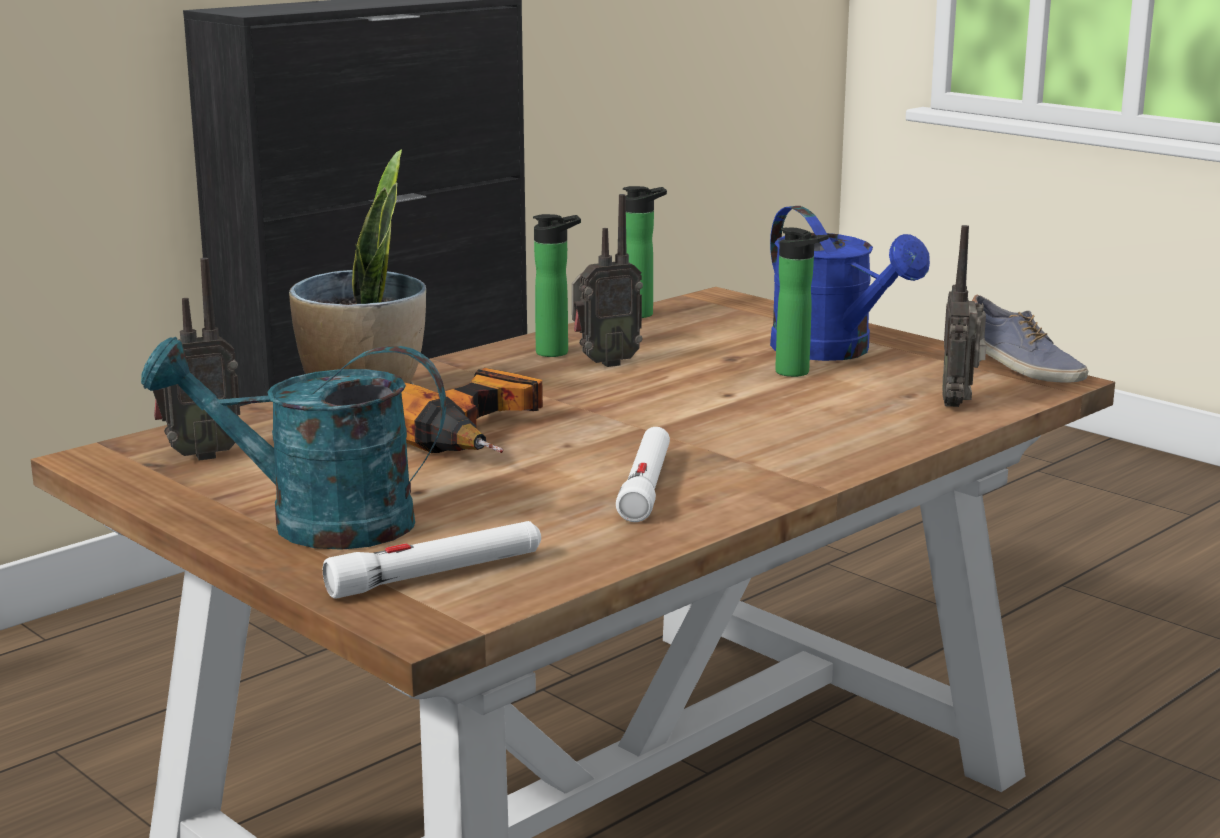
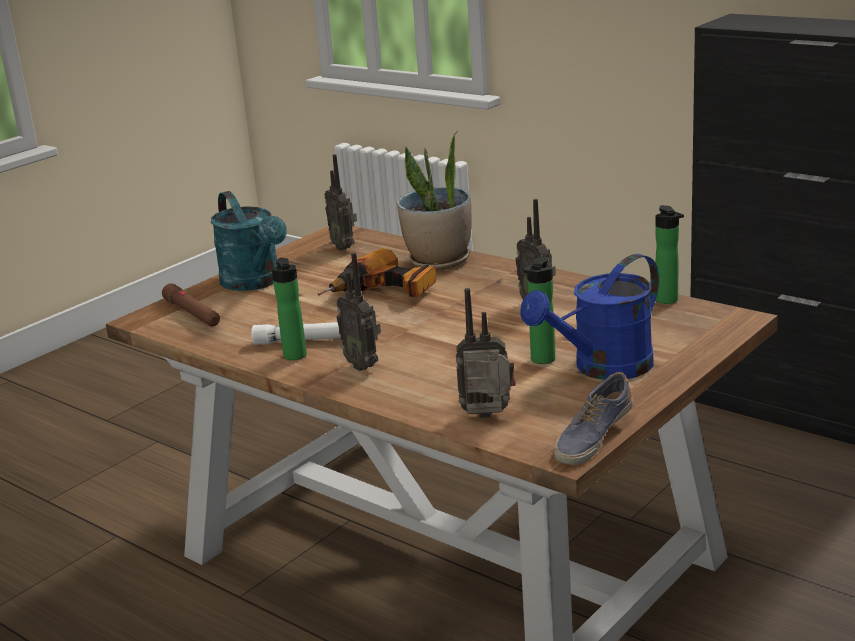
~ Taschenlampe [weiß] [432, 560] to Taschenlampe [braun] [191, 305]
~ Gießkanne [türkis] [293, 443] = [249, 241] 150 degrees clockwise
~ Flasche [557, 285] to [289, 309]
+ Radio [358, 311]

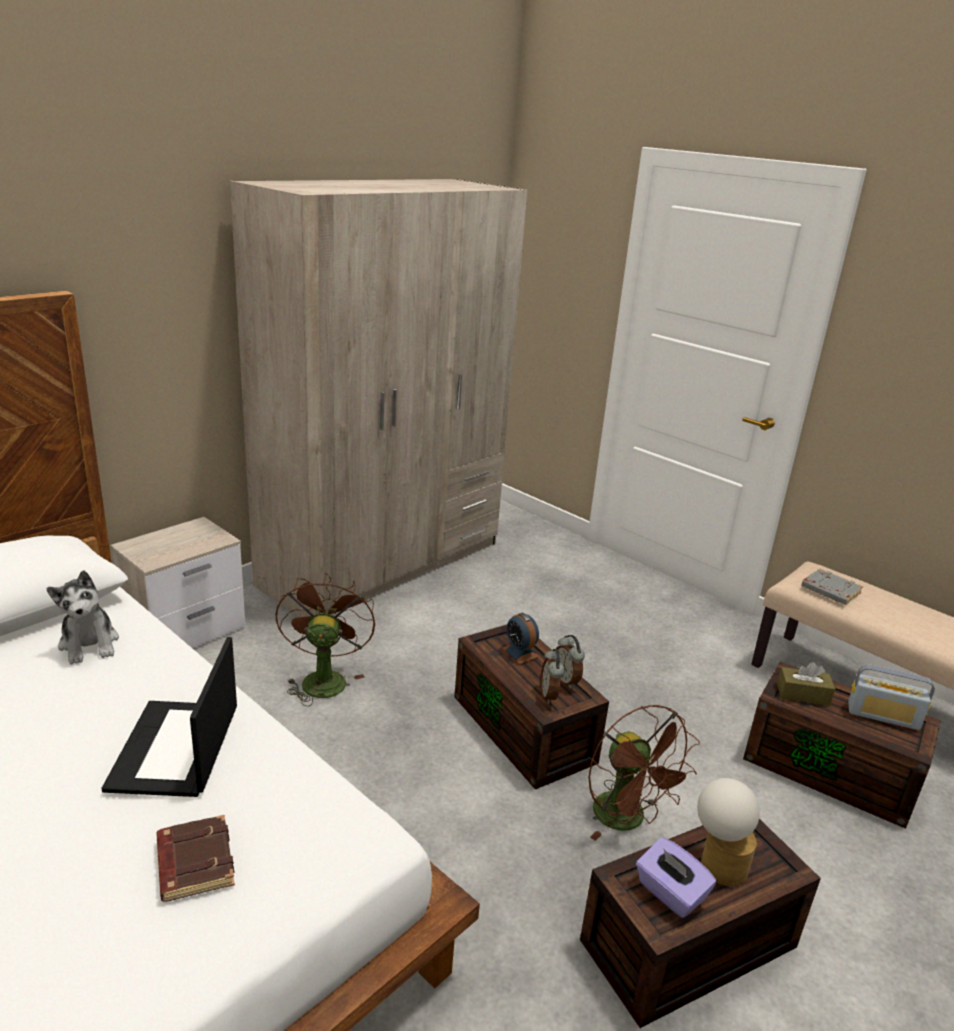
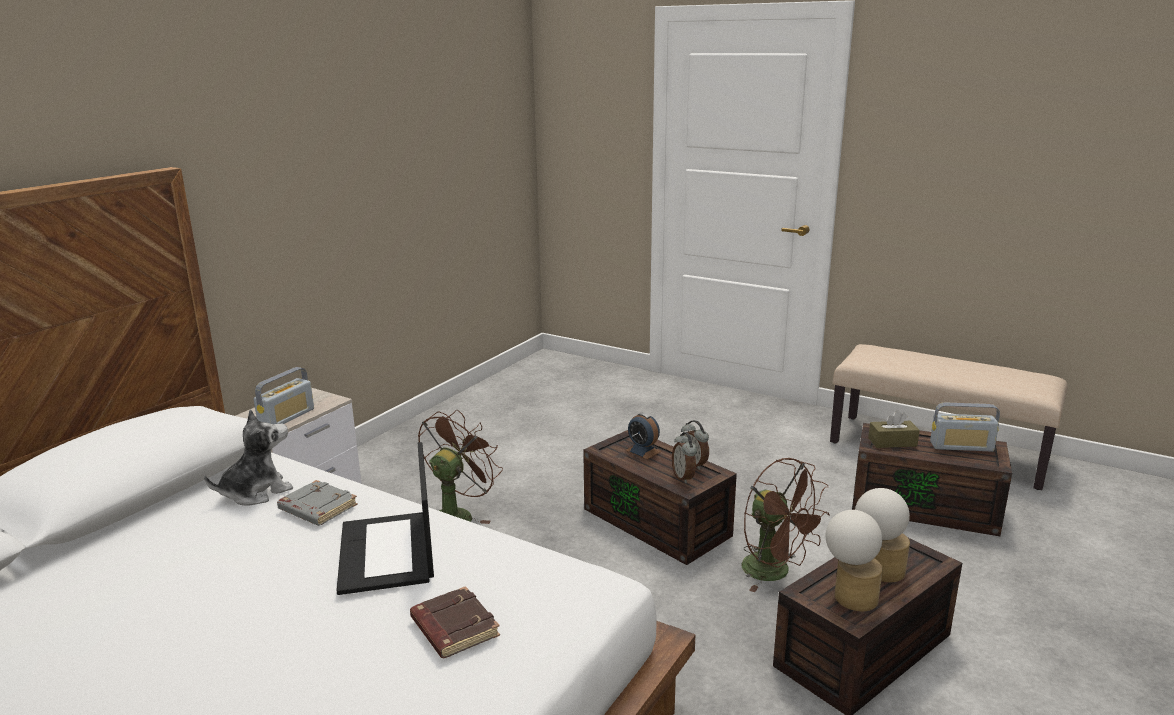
~ Plüschtier [83, 617] = [248, 457] 90 degrees counterclockwise
+ Radio [284, 395]
~ Buch [grau] [832, 586] to [317, 503]
~ Ventilator [braun] [325, 639] = [460, 467] 45 degrees clockwise
~ Taschentuchbox [lila] [676, 877] to Tischlampe [854, 560]
- Kleiderschrank [beige] [378, 398]

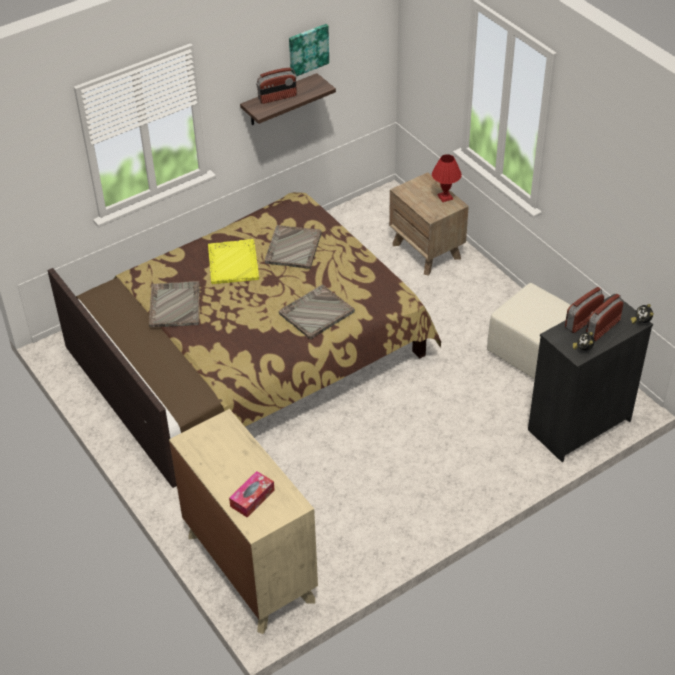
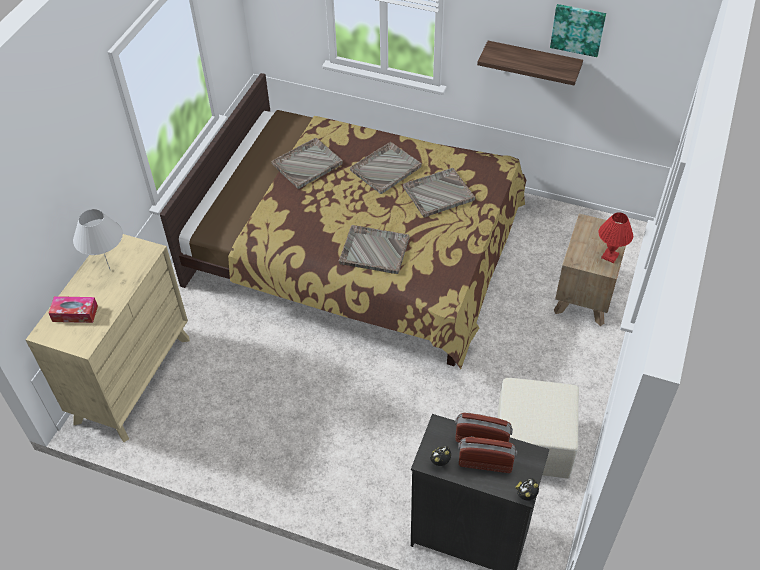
+ Tischlampe [weiß] [98, 239]
~ Tablett [gelb] [233, 261] to Tablett [grau] [386, 168]
- Radio [276, 85]

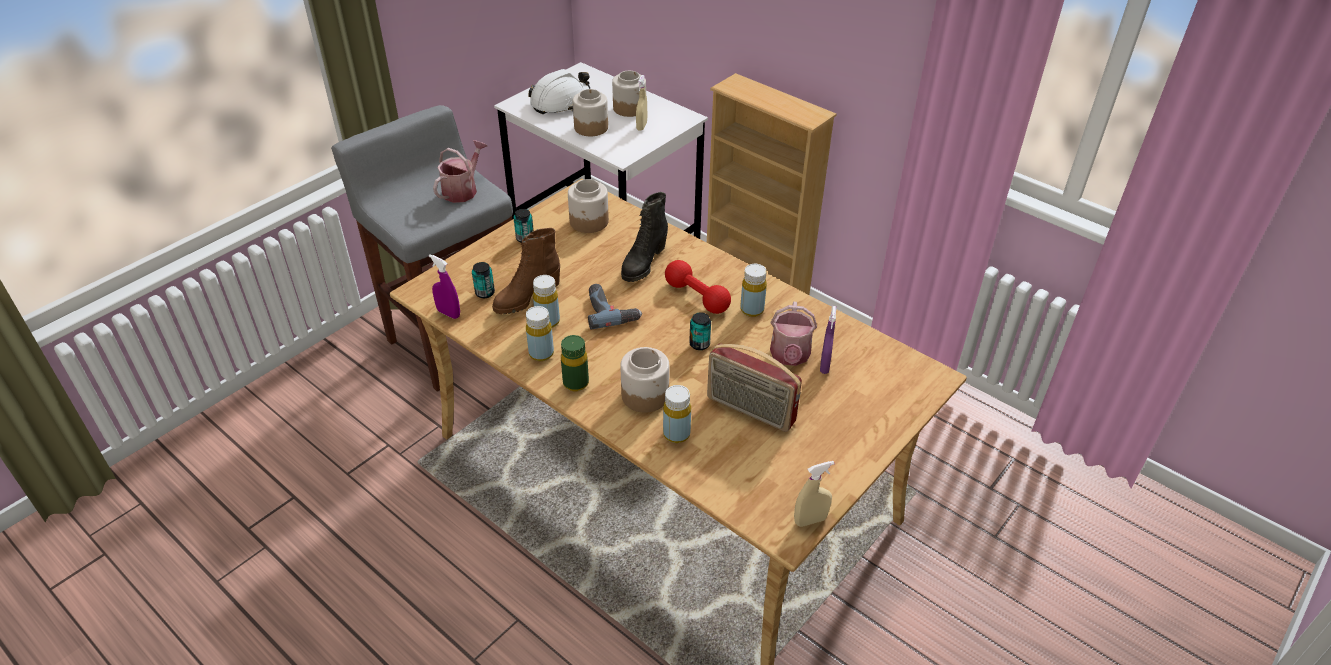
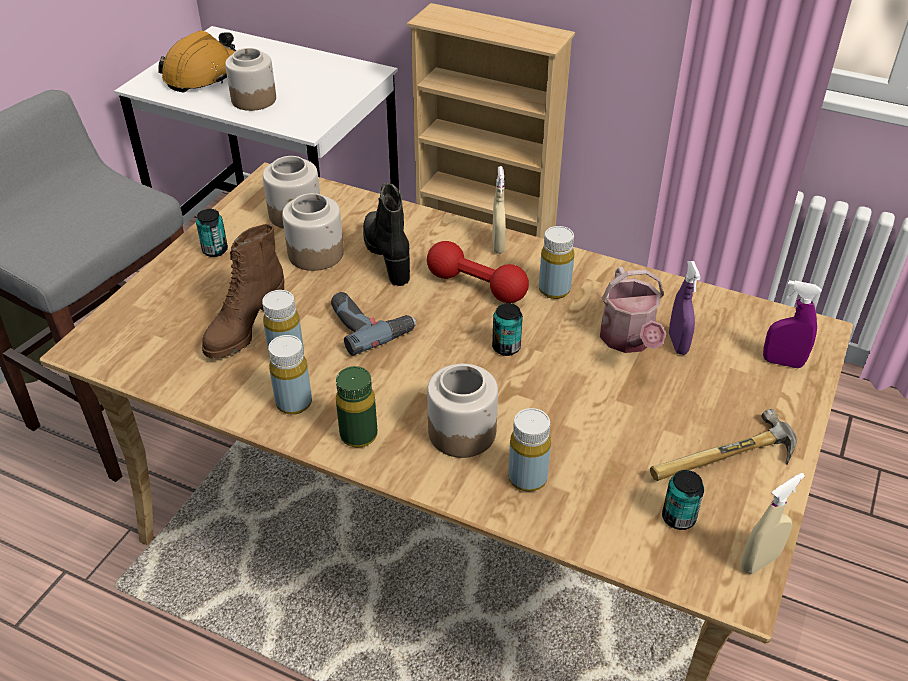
~ Schutzhelm [weiß] [559, 91] to Schutzhelm [orange] [197, 61]
~ Vorratsglas [629, 94] to [313, 232]
~ Stiefel [schwarz] [644, 237] = [386, 234] 150 degrees clockwise
~ Sprühflasche [beige] [641, 103] to [498, 210]
+ Hammer [723, 445]
~ Dose [483, 280] to [683, 500]
~ Sprühflasche [lila] [444, 286] to [792, 324]
- Gießkanne [460, 171]
- Radio [754, 387]

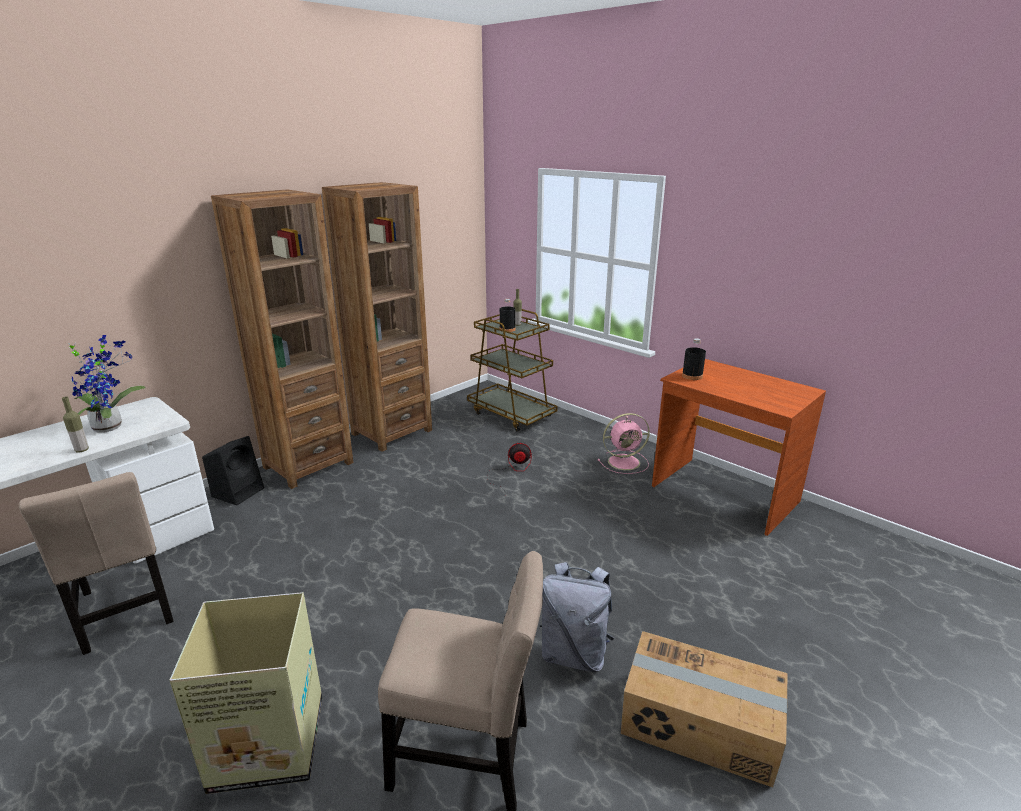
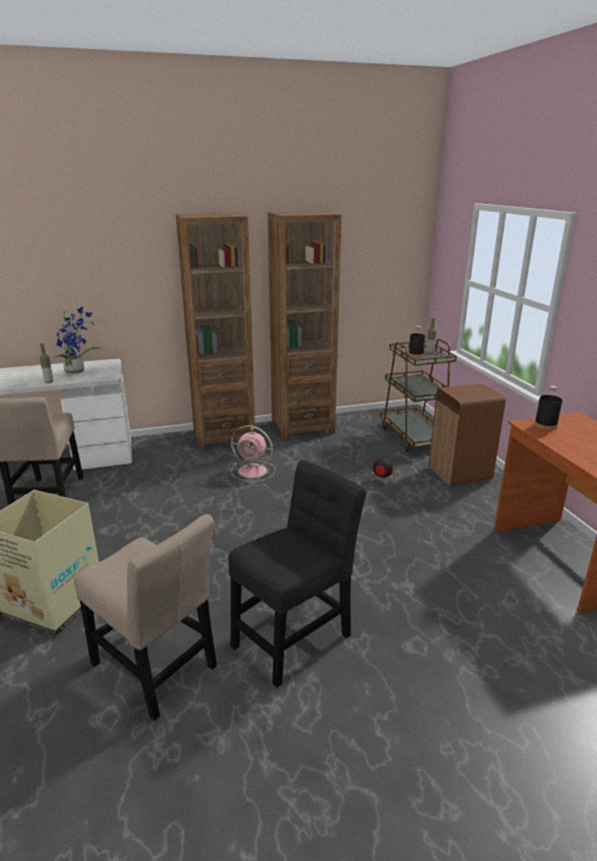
~ Rucksack [grau] [576, 617] to Stuhl [schwarz] [297, 573]
~ Ventilator [rosa] [624, 443] to [253, 453]
+ Mülleimer [braun] [467, 435]
- Lautsprecher [schwarz] [233, 470]
- Karton [704, 709]

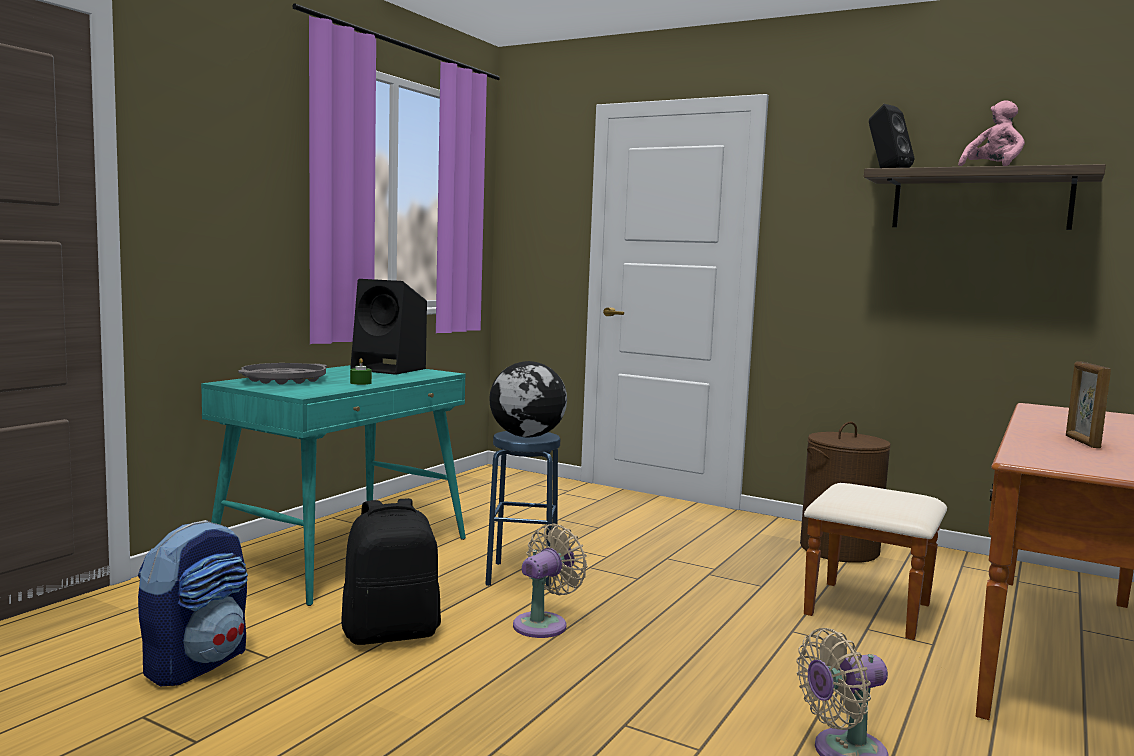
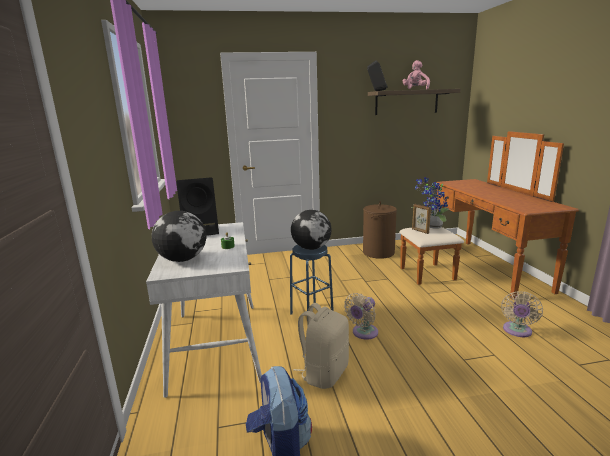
~ Schreibtisch [türkis] [333, 485] to Schreibtisch [weiß] [204, 310]
~ Tablett [grau] [282, 374] to Globus [179, 236]
~ Rucksack [schwarz] [391, 571] to Rucksack [beige] [321, 346]
~ Ventilator [beige] [550, 580] = [361, 316] 135 degrees counterclockwise
+ Topfpflanze [430, 203]
~ Bilderrahmen [1088, 404] to [421, 219]

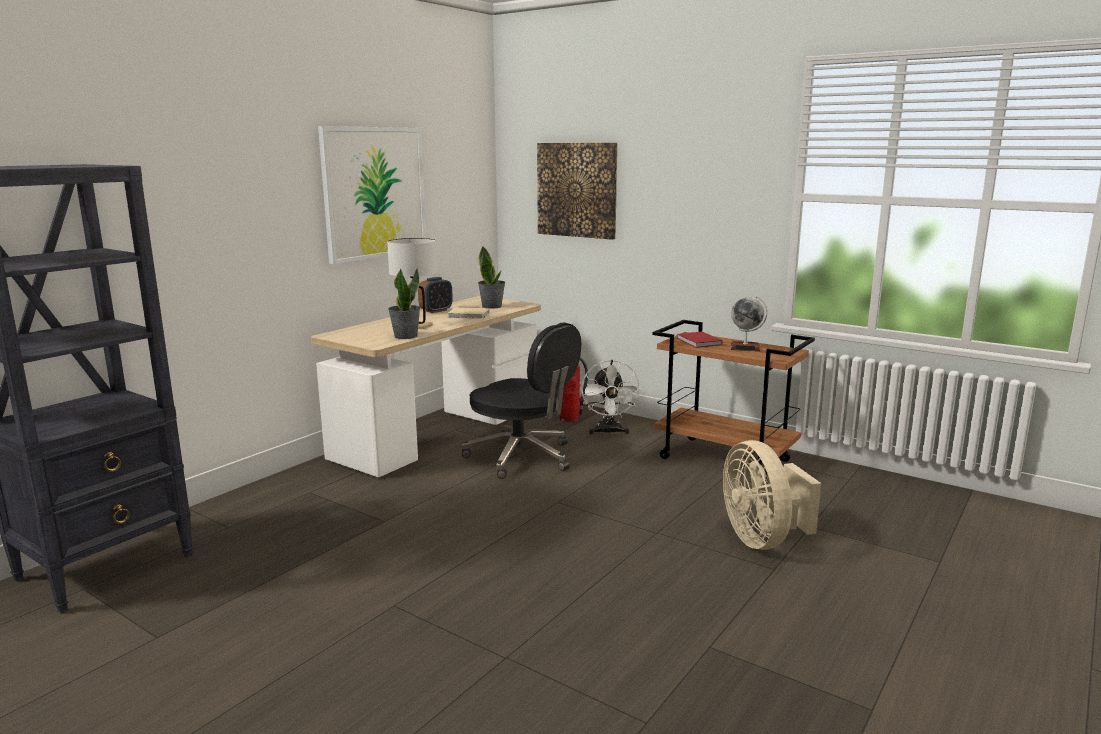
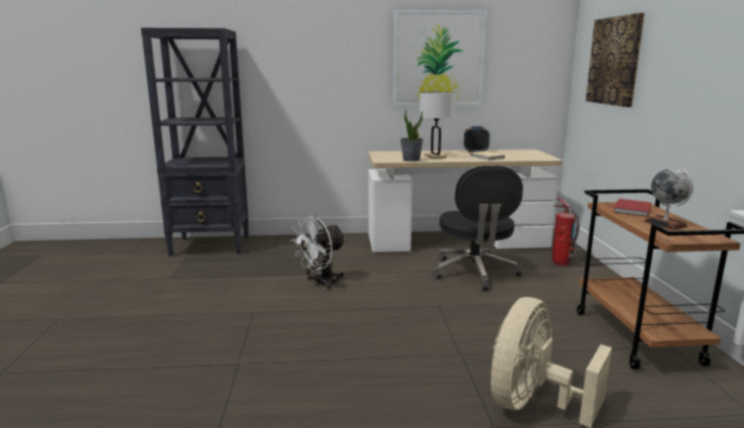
~ Ventilator [weiß] [611, 397] to [318, 253]
- Topfpflanze [491, 278]

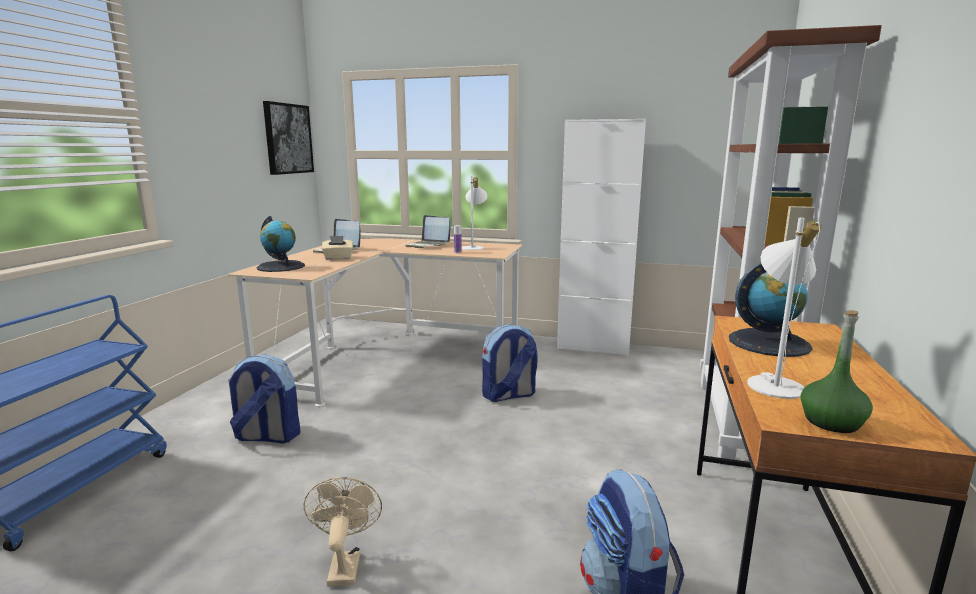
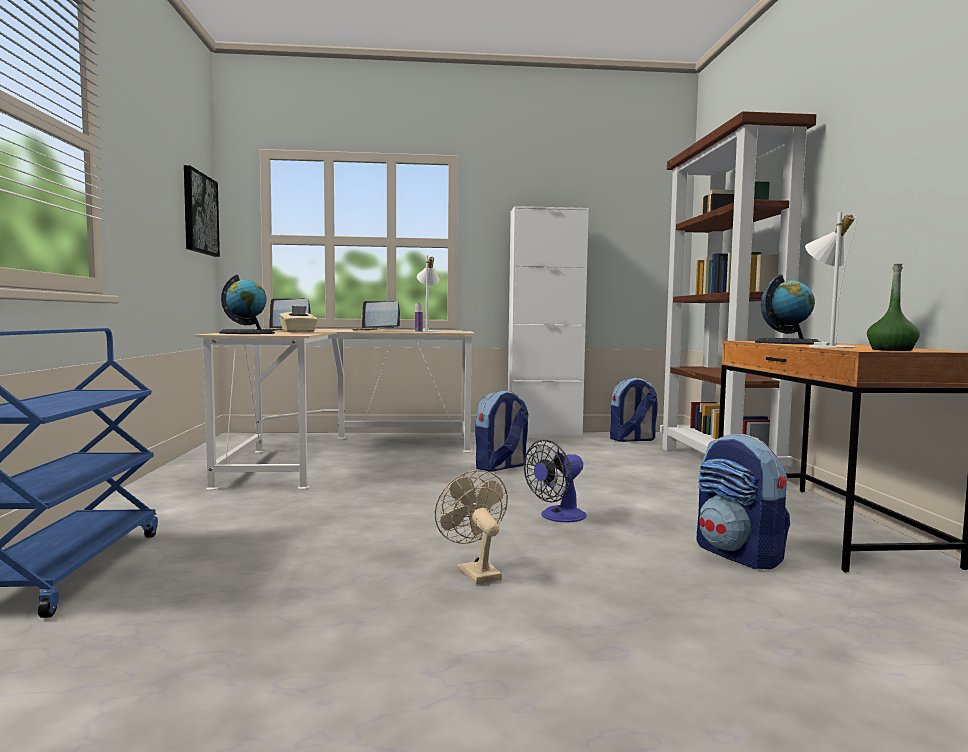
+ Ventilator [555, 481]
~ Rucksack [264, 399] to [634, 409]

